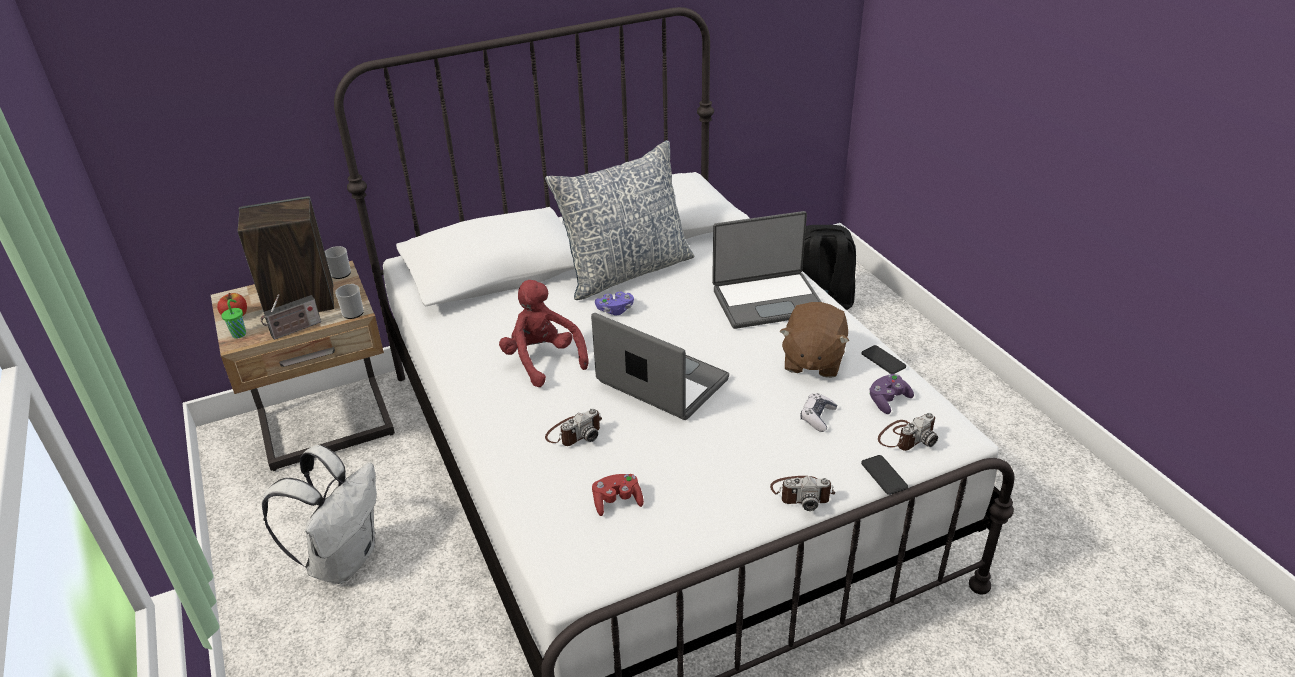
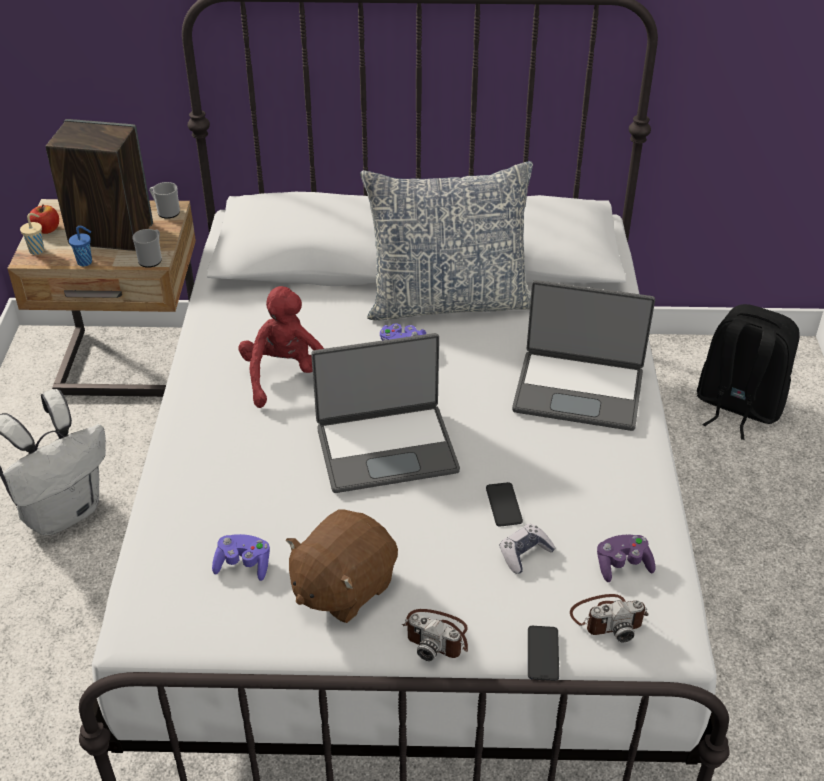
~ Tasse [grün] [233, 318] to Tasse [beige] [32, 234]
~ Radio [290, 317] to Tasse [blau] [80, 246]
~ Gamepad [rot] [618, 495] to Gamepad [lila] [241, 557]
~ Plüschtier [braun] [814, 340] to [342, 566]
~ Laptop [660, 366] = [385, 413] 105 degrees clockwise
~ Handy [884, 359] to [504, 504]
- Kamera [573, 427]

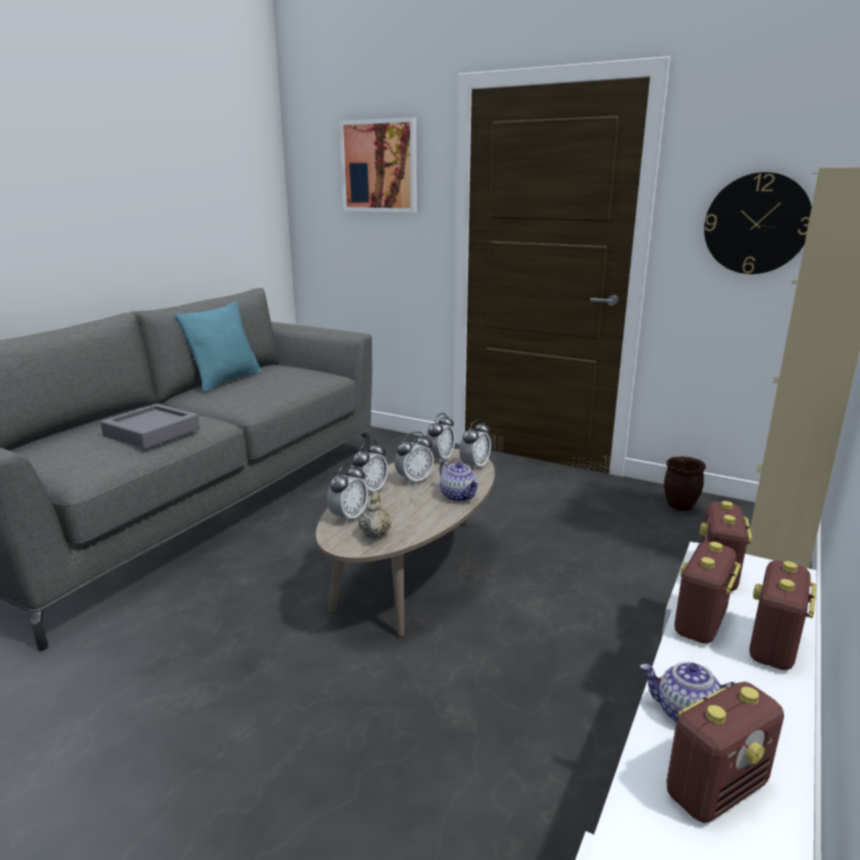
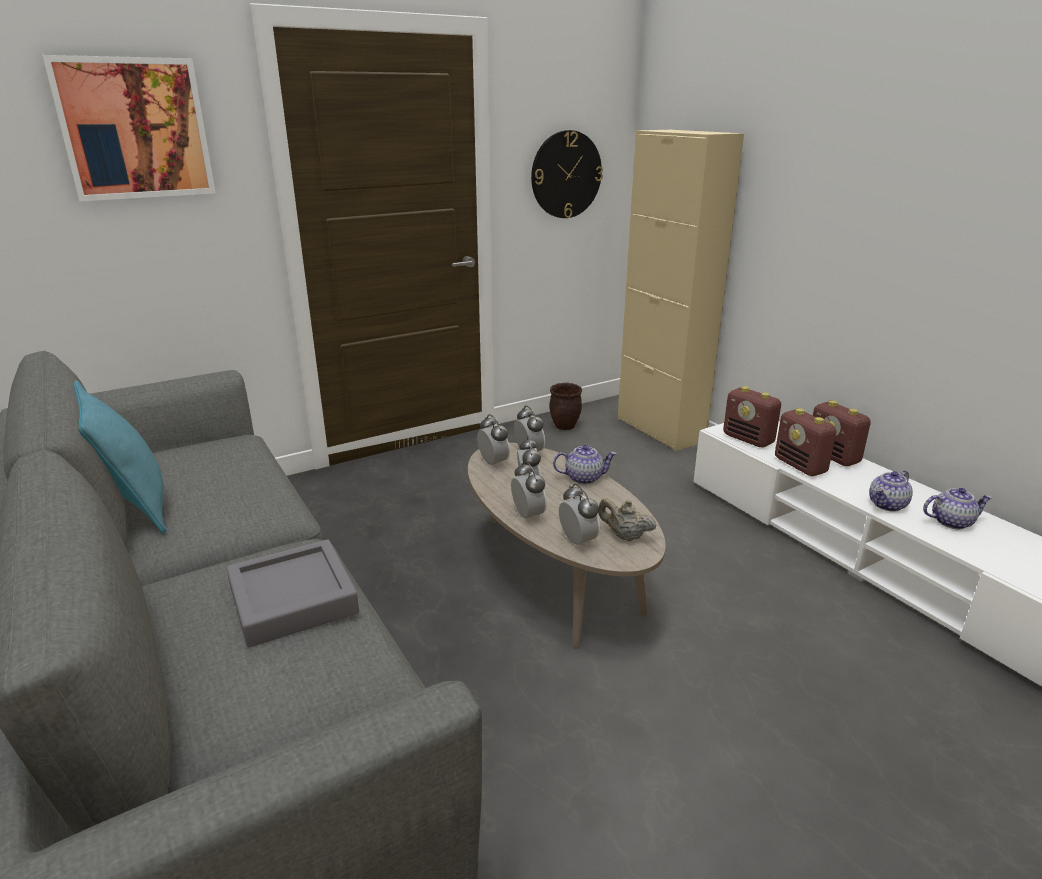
~ Radio [725, 752] to Teekanne [957, 508]

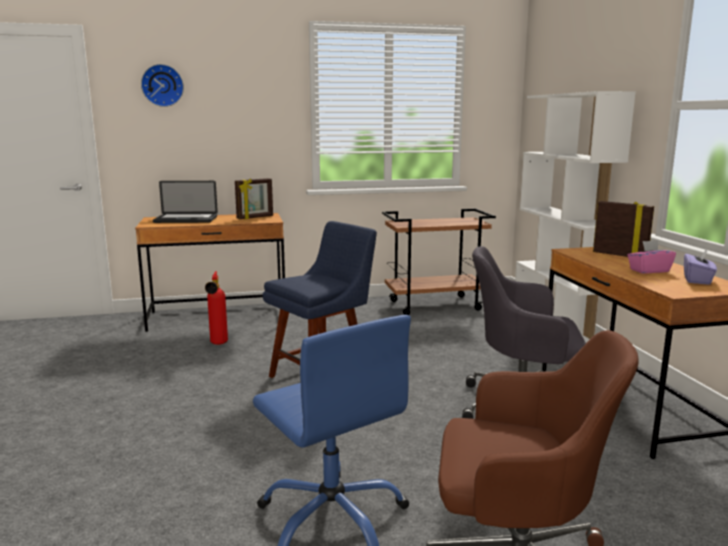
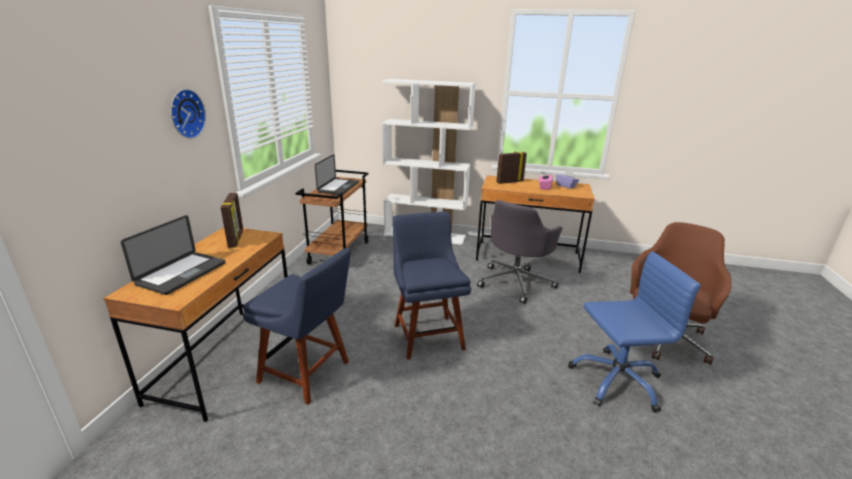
~ Wanduhr [162, 85] to [188, 114]
~ Feuerlöscher [216, 308] to Stuhl [blau] [297, 326]
+ Laptop [337, 174]

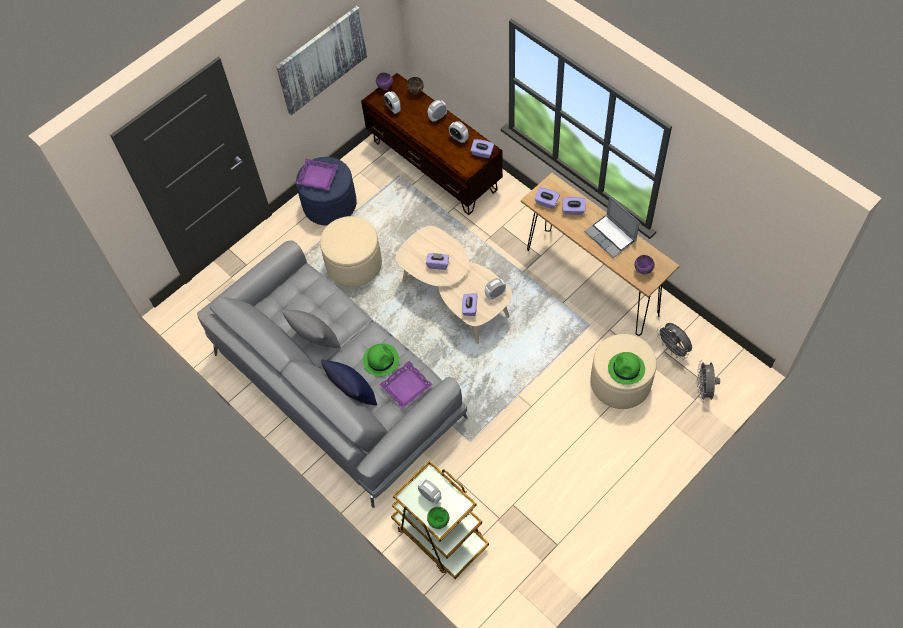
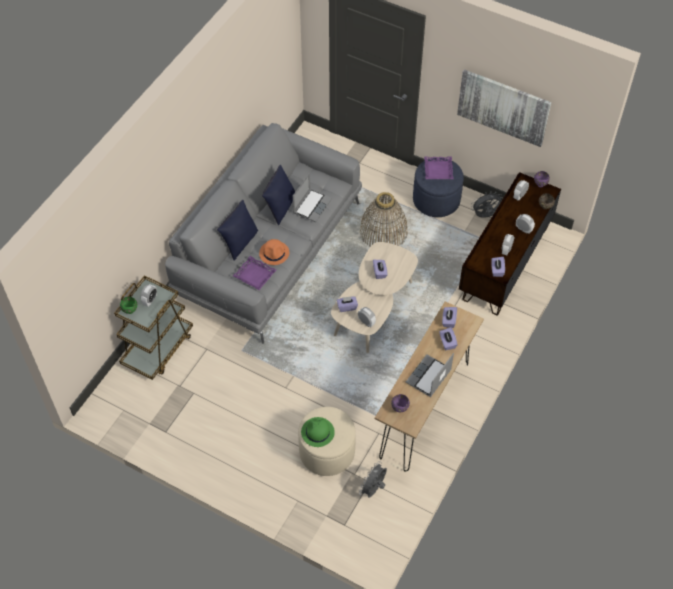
~ Hut [grün] [381, 360] to Hut [orange] [274, 252]
~ Kissen [grau] [311, 328] to Kissen [blau] [278, 195]
+ Laptop [312, 197]
~ Polsterhocker [beige] [351, 251] to Korb [383, 219]
~ Ventilator [grau] [708, 381] to [487, 204]

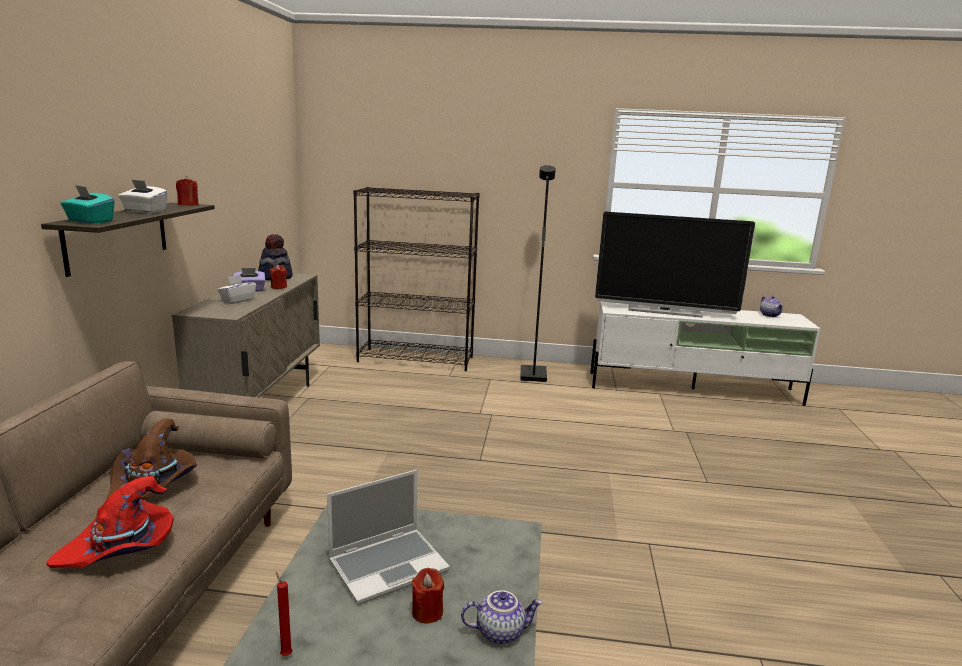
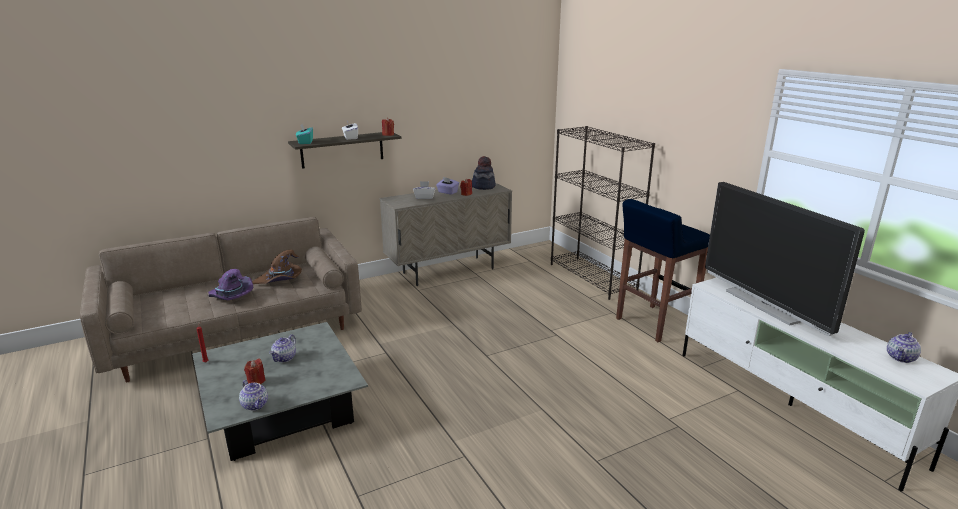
~ Hut [rot] [110, 522] to Hut [lila] [230, 284]
~ Laptop [388, 537] to Teekanne [282, 348]
~ Stehlampe [schwarz] [538, 273] to Hocker [blau] [663, 270]

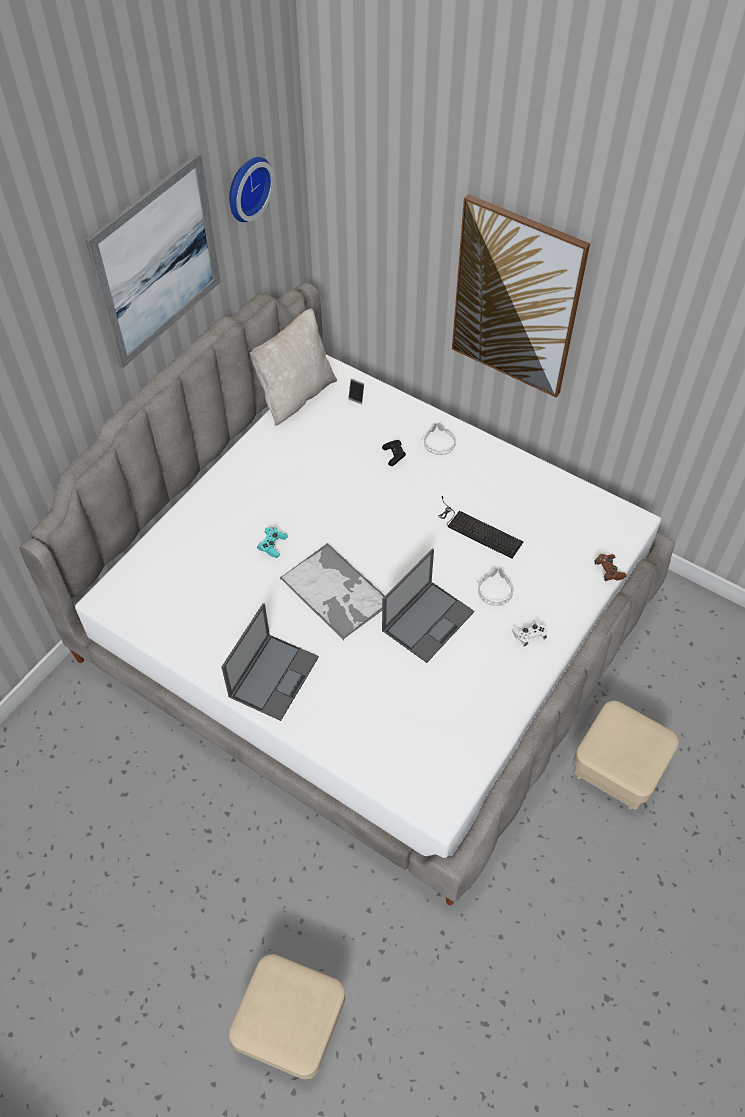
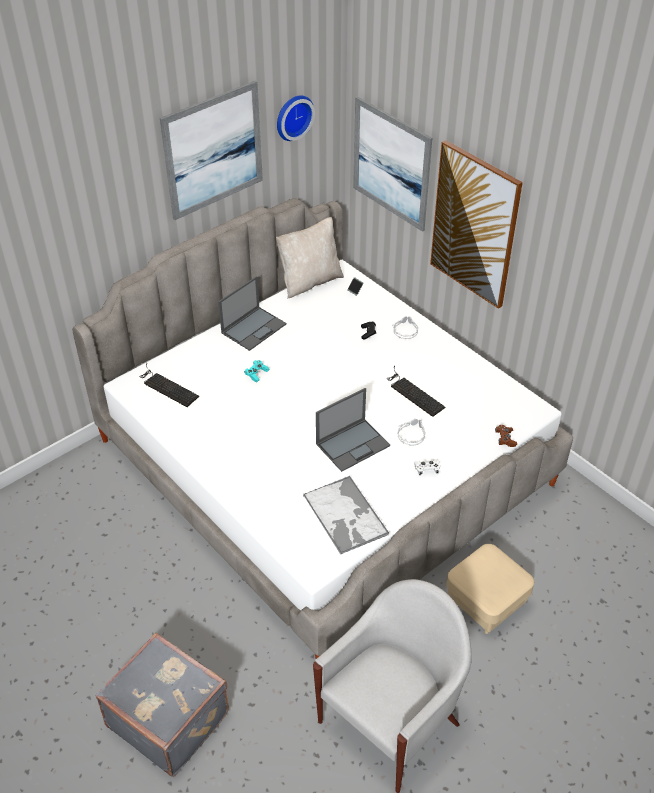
~ Polsterhocker [beige] [287, 1016] to Koffer [grau] [162, 705]
+ Tastatur [169, 385]
~ Laptop [270, 662] to [252, 313]
~ Tablett [332, 591] to [346, 515]
+ Sessel [weiß] [392, 686]
+ Bild [392, 164]

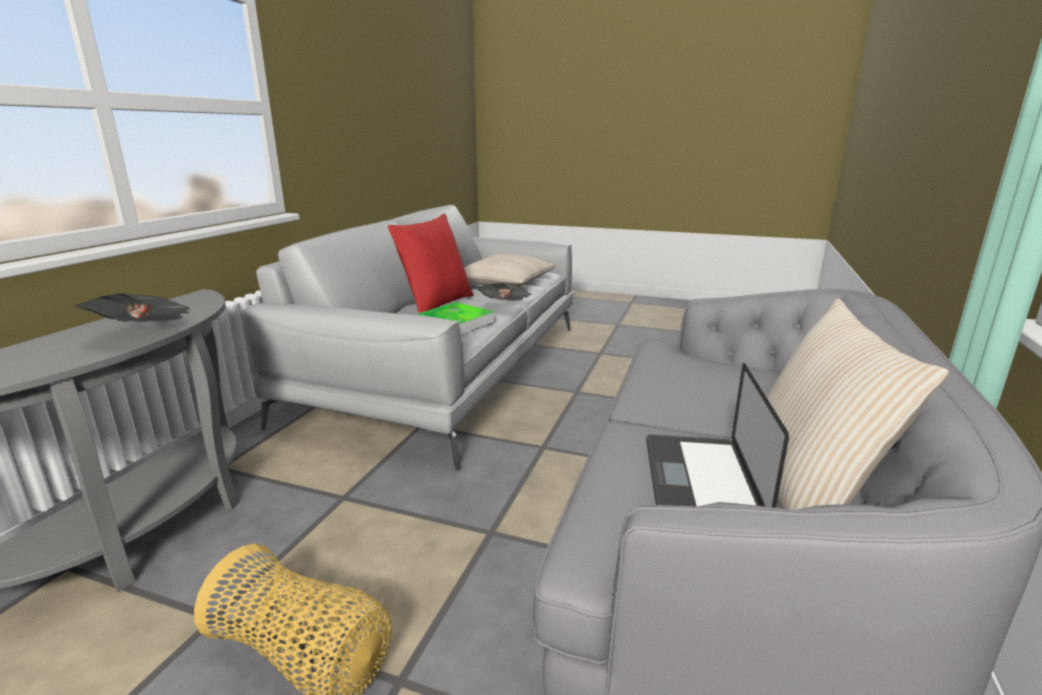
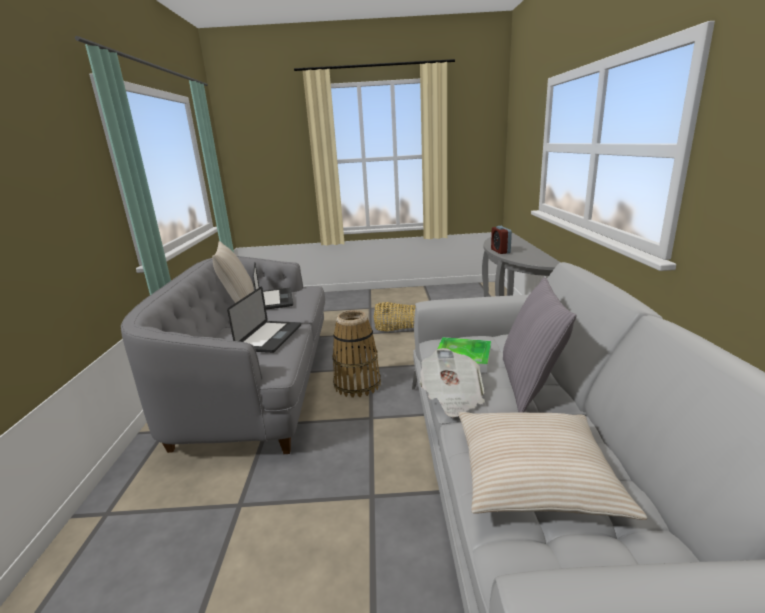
+ Laptop [264, 319]
+ Korb [356, 354]
~ Zeitung [132, 308] to Wecker [501, 240]
~ Kissen [rot] [431, 263] to Kissen [grau] [540, 345]

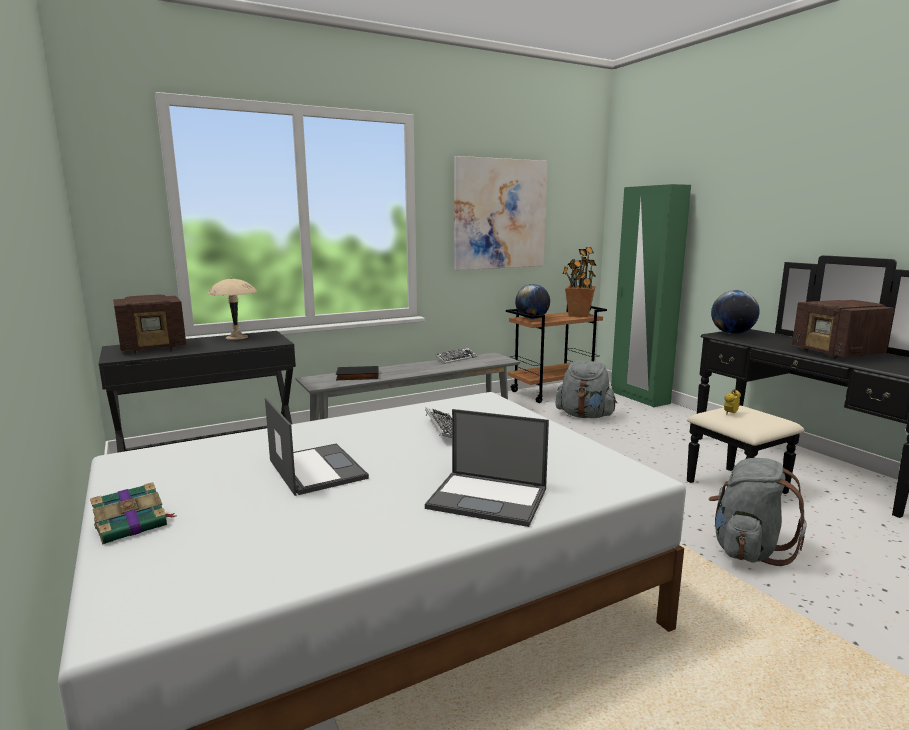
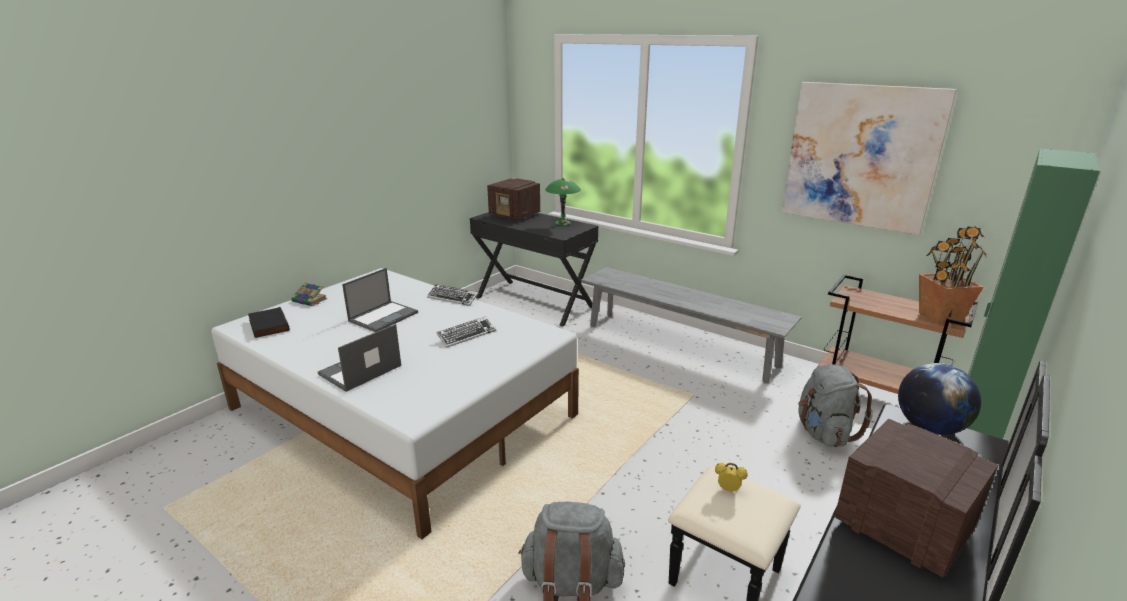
~ Buch [schwarz] [357, 373] to [268, 322]
~ Laptop [487, 468] = [359, 358] 45 degrees clockwise
~ Tastatur [456, 356] to [452, 295]
~ Tischlampe [beige] [232, 308] to Tischlampe [grün] [563, 202]
~ Radio [843, 329] = [916, 498] 90 degrees clockwise
- Globus [532, 301]

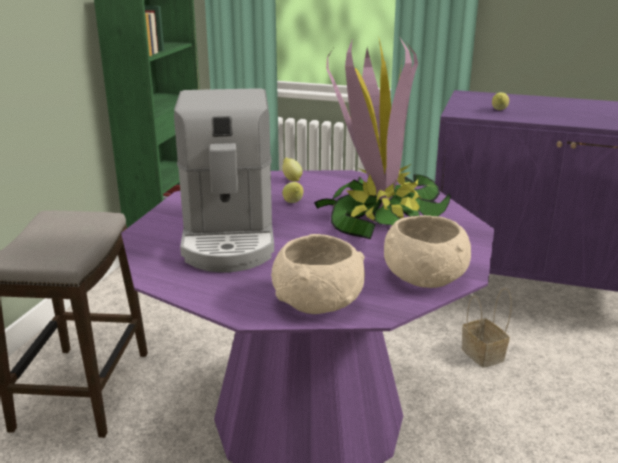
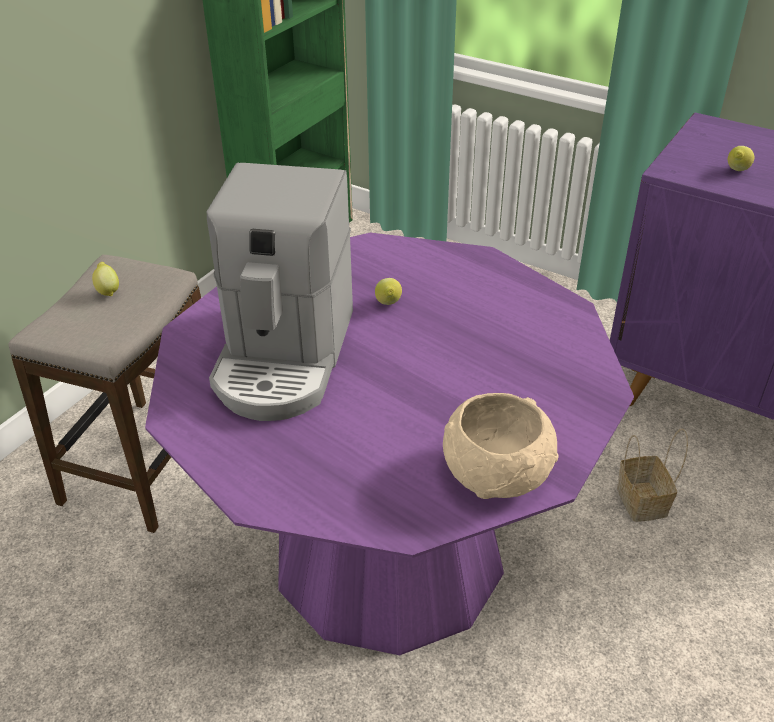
~ Zitrone [292, 169] to [105, 279]
- Schüssel [beige] [318, 274]
- Topfpflanze [382, 137]

